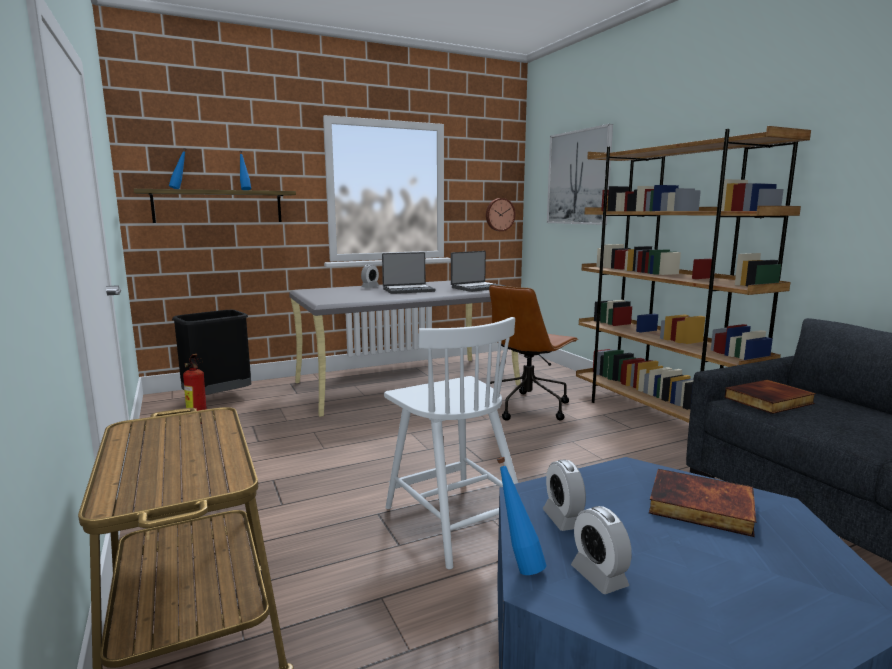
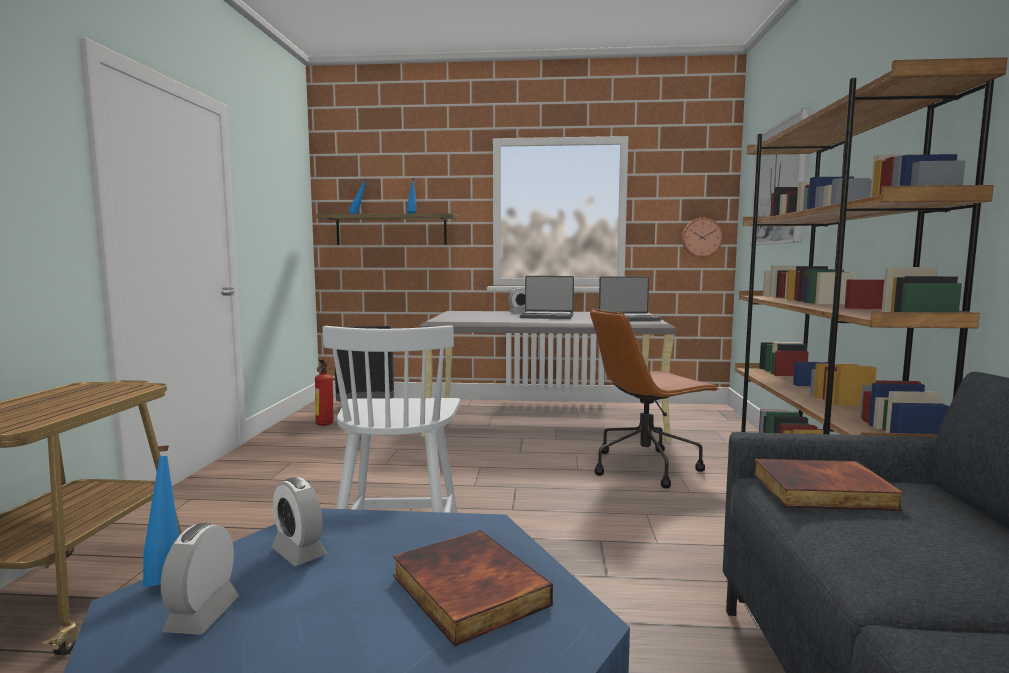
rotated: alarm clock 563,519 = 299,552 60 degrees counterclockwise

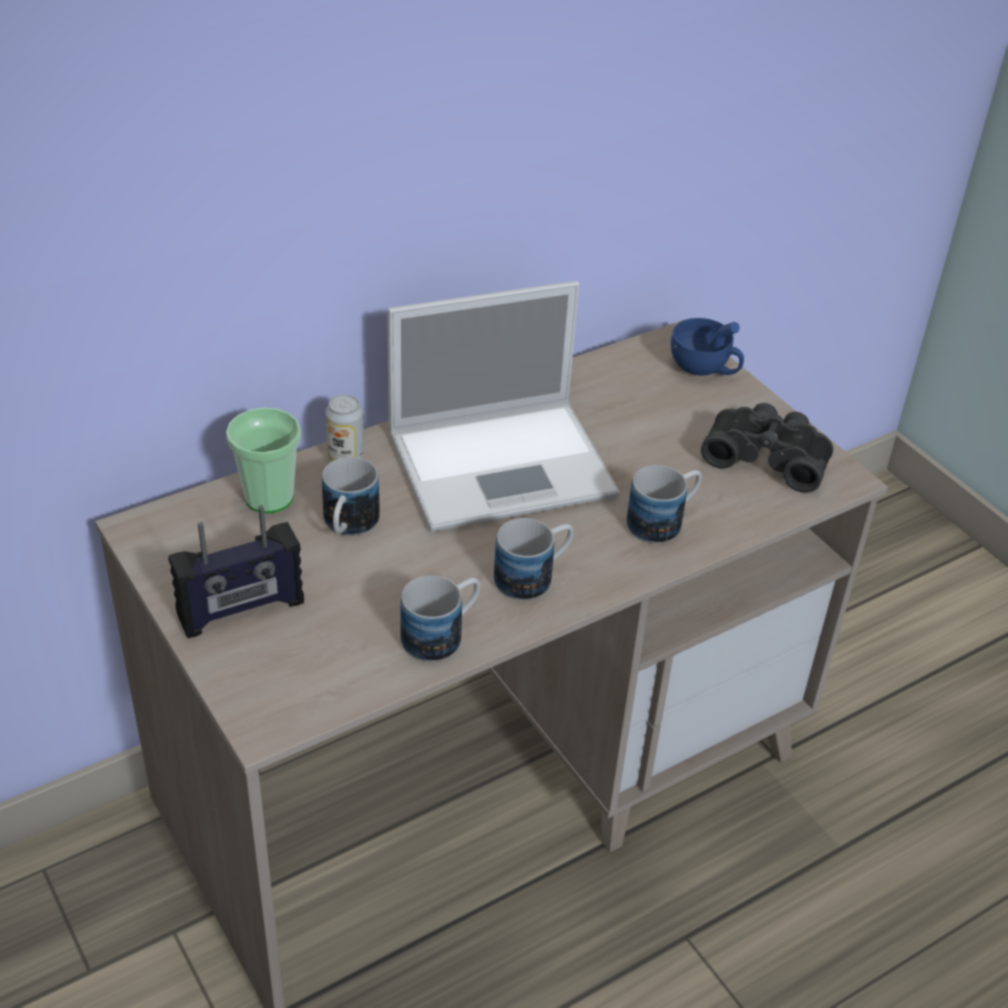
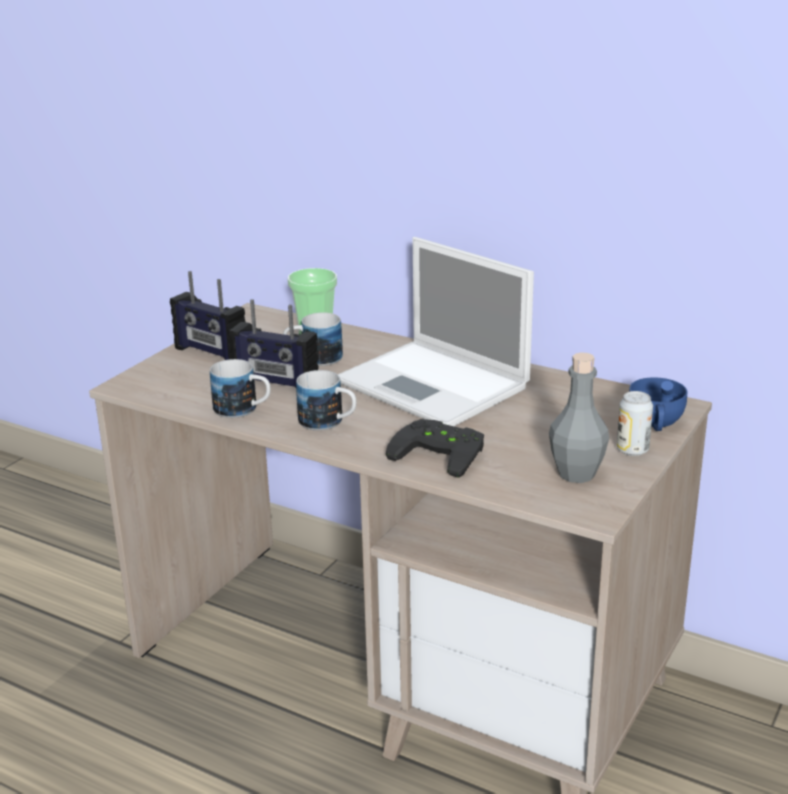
new: radio 275,385
shifted: can 345,457 to 632,450
swapped: mug 663,521 to game controller in black 441,452; binoculars in black 767,456 to bottle in grey 576,474

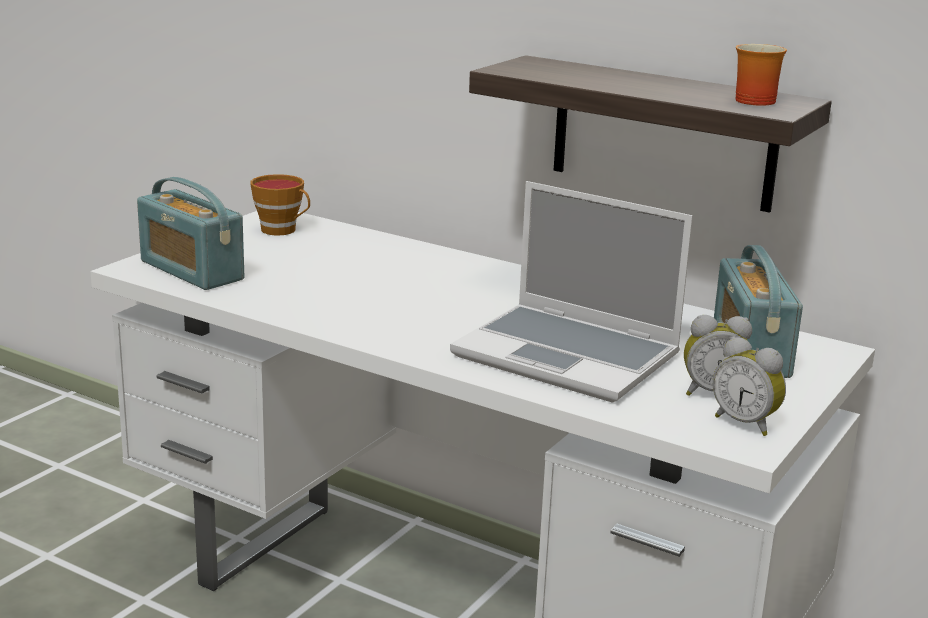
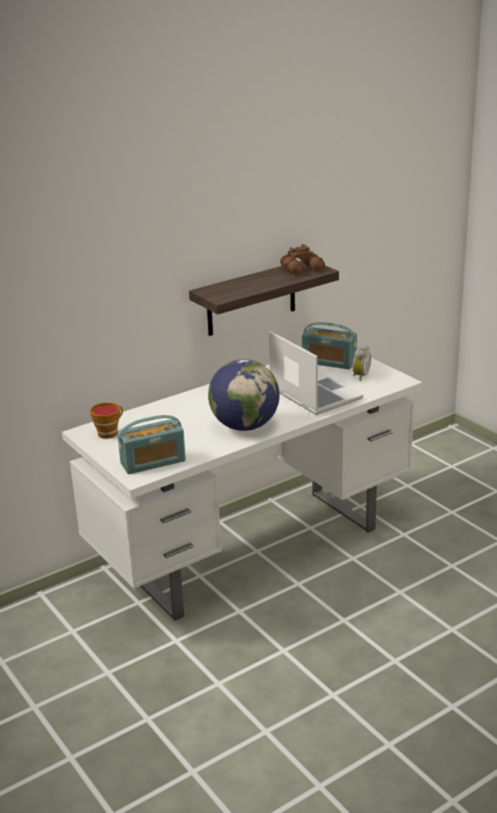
gone: alarm clock 746,423
new: globe 245,426
swapped: mug 750,100 to binoculars in brown 303,269
rotated: laptop 569,356 = 313,394 90 degrees counterclockwise

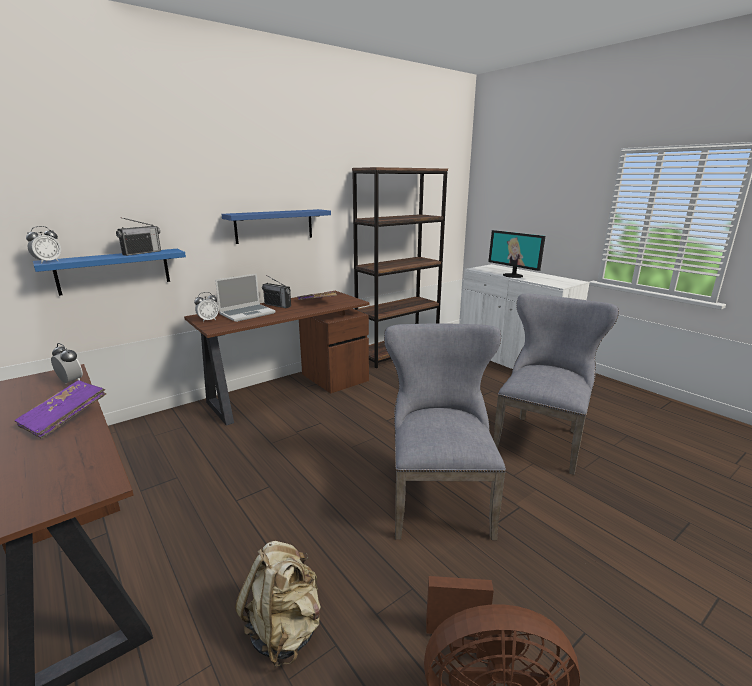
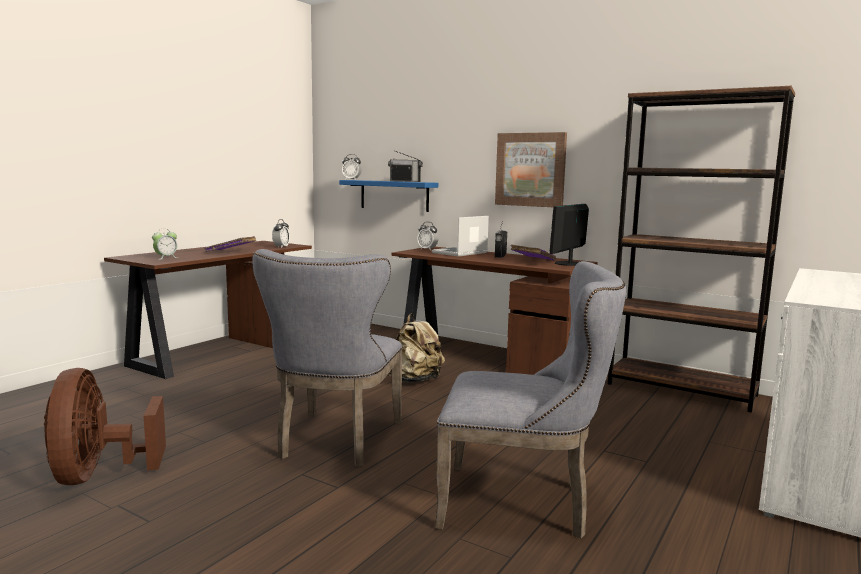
new: alarm clock 166,258
shifted: backpack in beige 285,629 to 415,381; monitor 513,275 to 568,263
swapped: shelf in blue 274,226 to picture 530,169
rotated: laptop 247,313 = 460,253 105 degrees clockwise; chair in grey 437,496 = 336,442 120 degrees clockwise

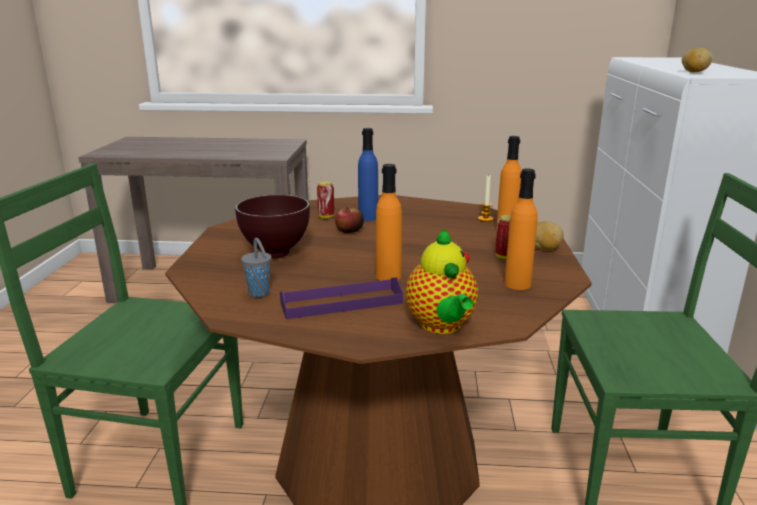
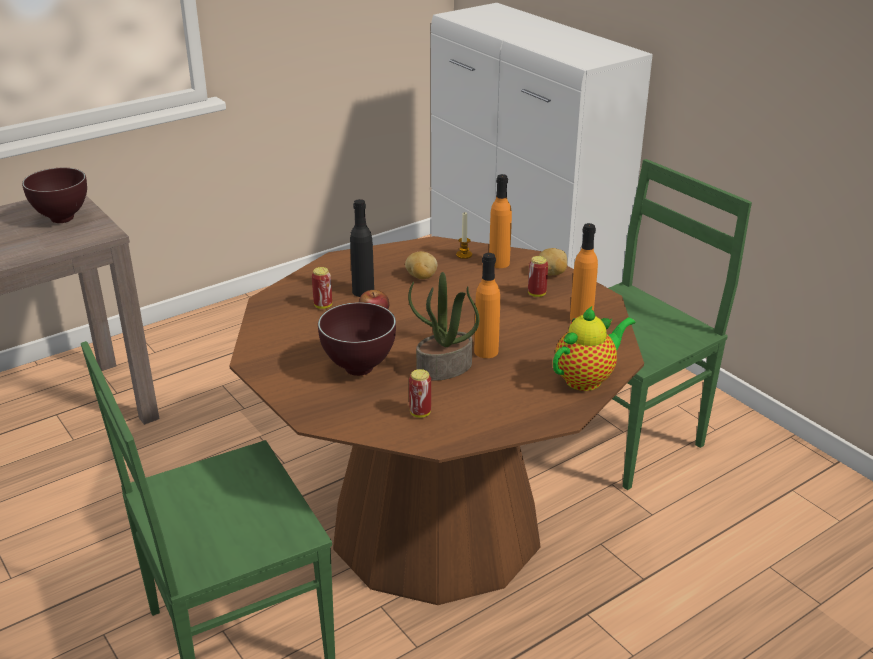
gone: tray in purple 341,303
new: bowl in brown 64,219; potted plant 444,369
shifted: potato 694,72 to 421,277
swapped: cup in grey 259,293 to can 420,413
repainted: bottle in blue 368,217 to bottle in black 363,291
rotated: teapot 442,326 = 587,379 75 degrees counterclockwise

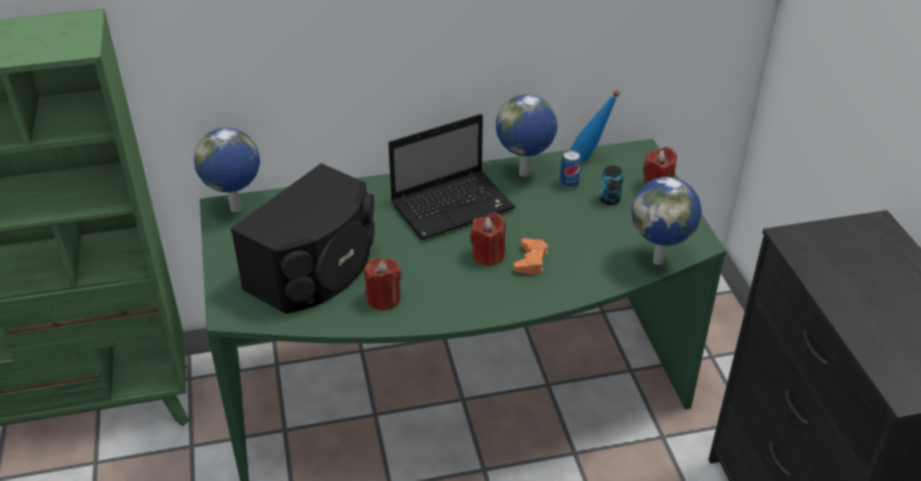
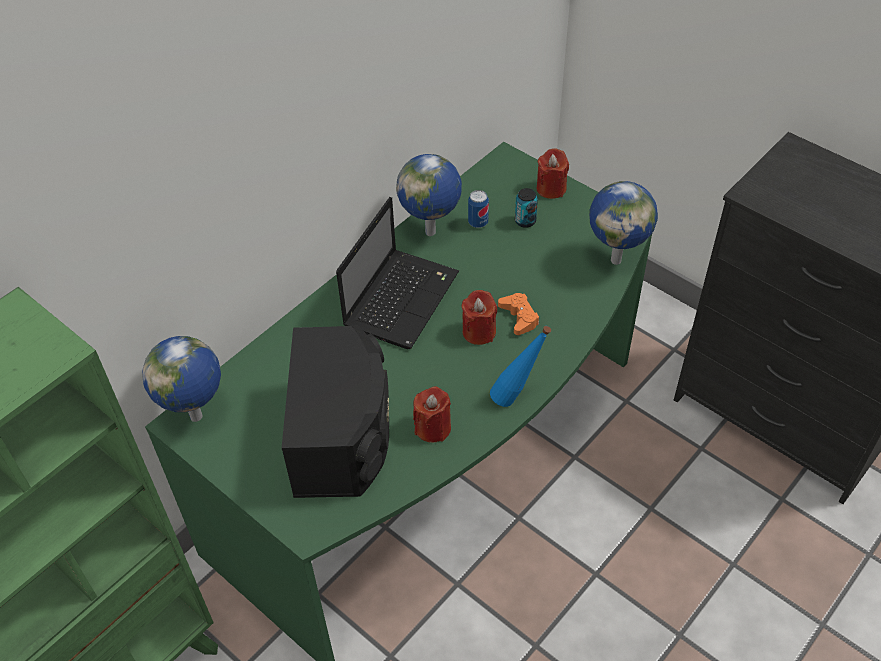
shifted: bottle in blue 591,159 to 517,397

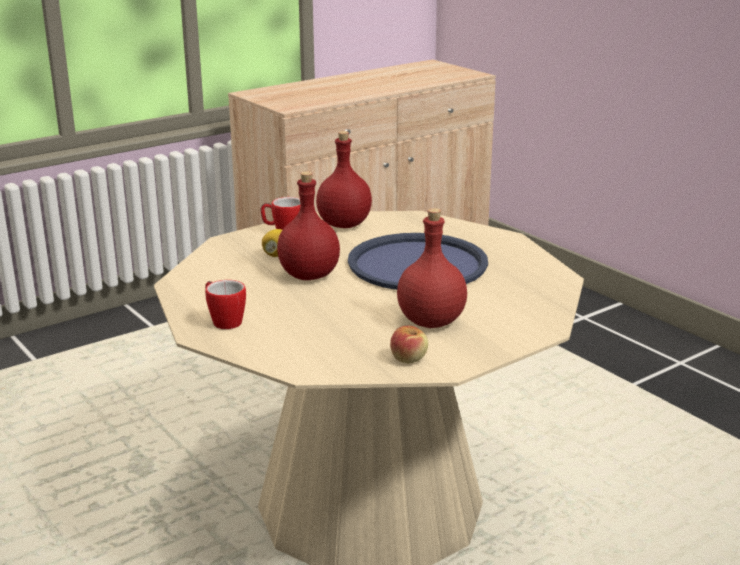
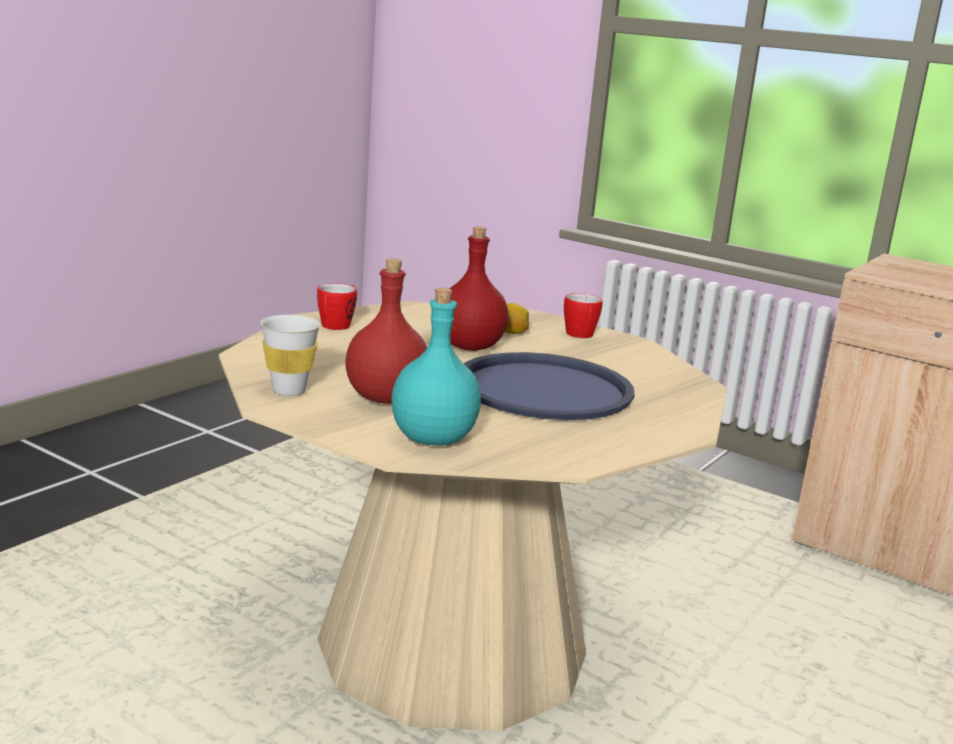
gone: bottle in red 345,225
new: bottle in turquoise 431,438
swapped: apple 409,358 to cup in white 288,391

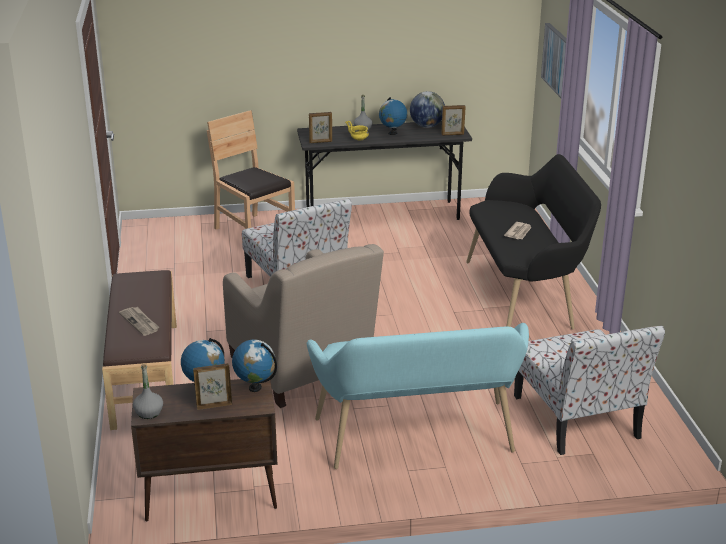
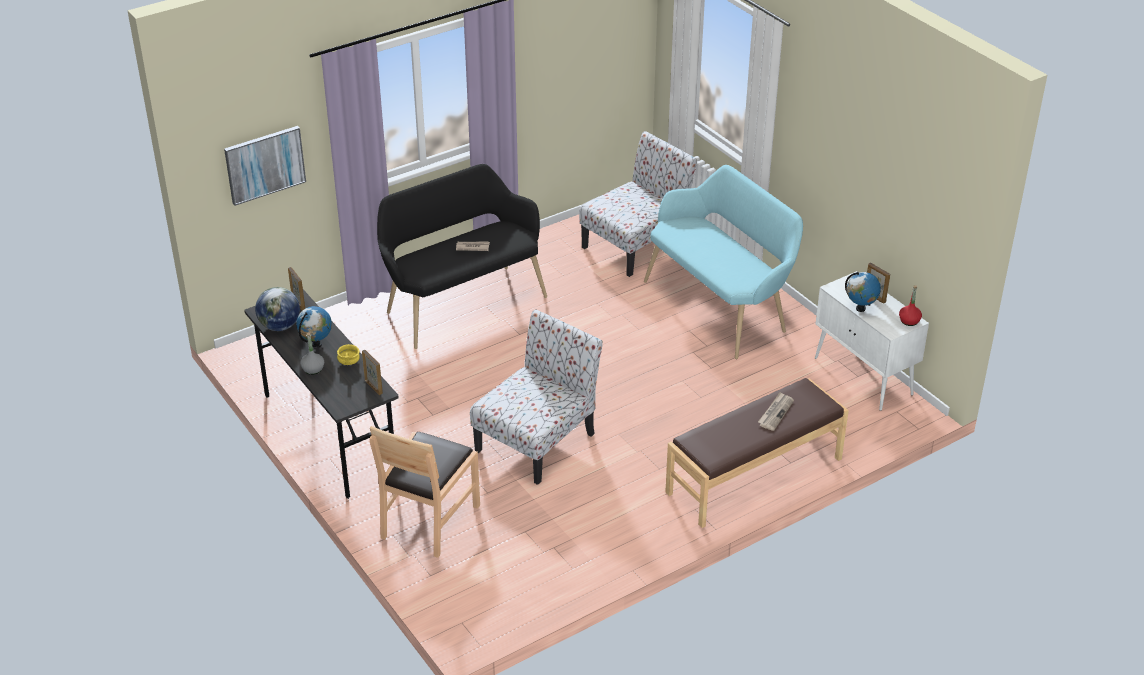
gone: armchair in beige 302,369; globe 255,388
repainted: cabinet in brown 209,497 to cabinet in white 864,377; bottle in grey 148,412 to bottle in red 909,321

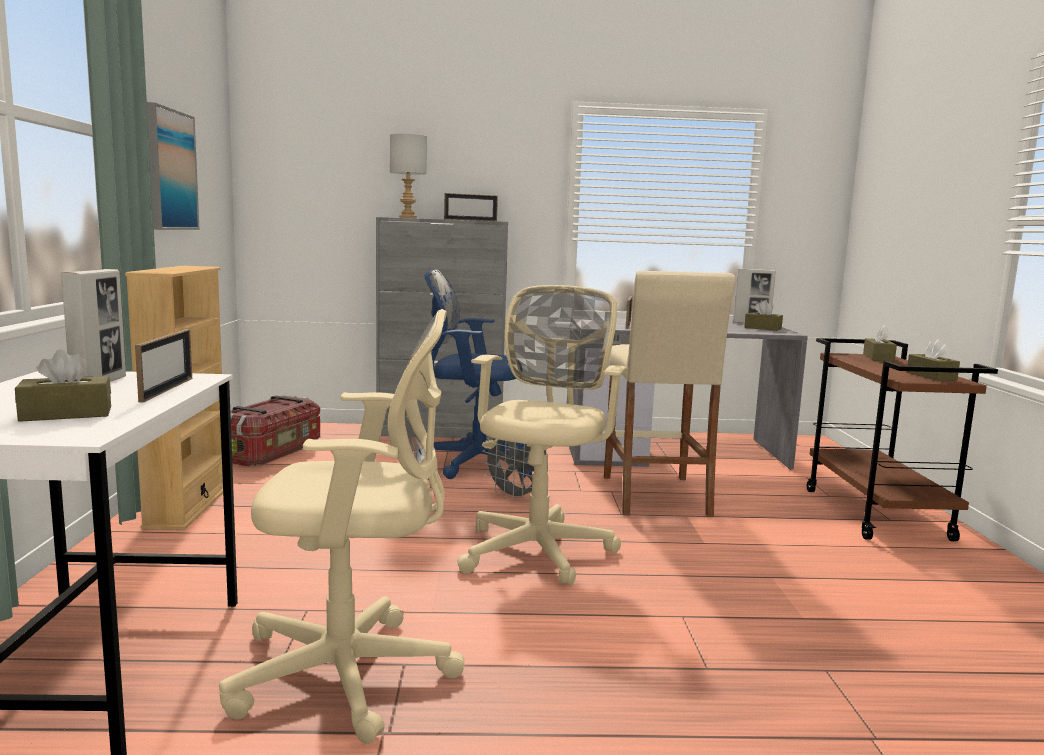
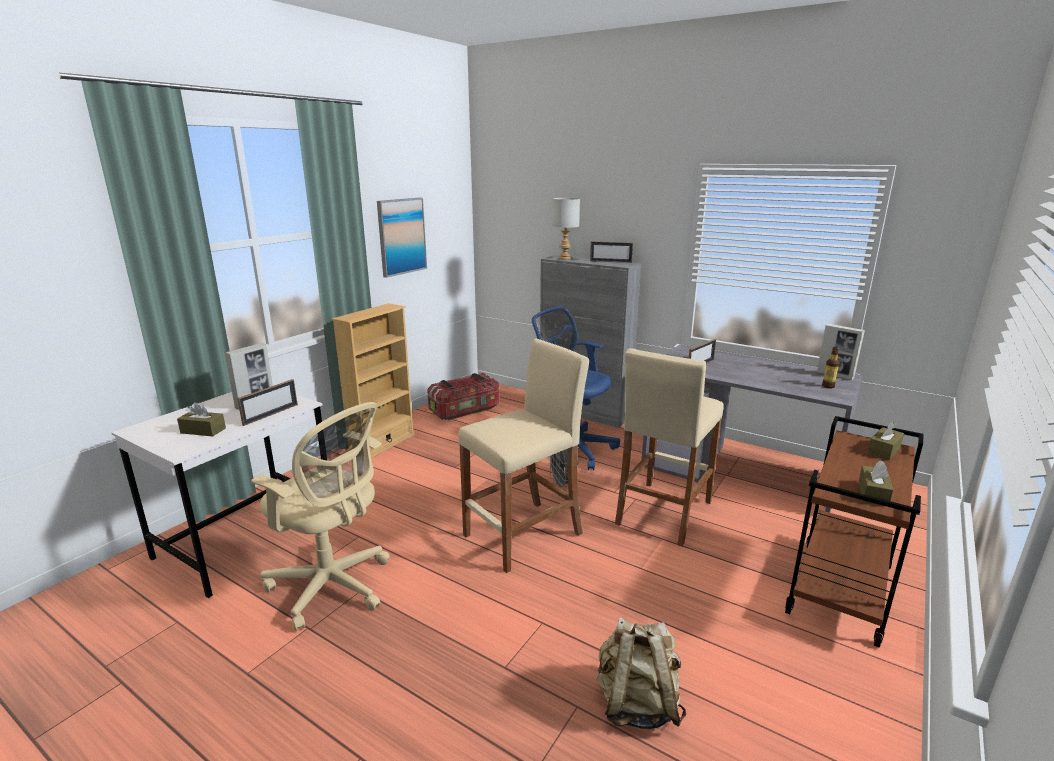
new: backpack in beige 636,703
swapped: office chair in beige 539,548 to stool in beige 524,534; tissue box in brown 762,328 to bottle 828,386

